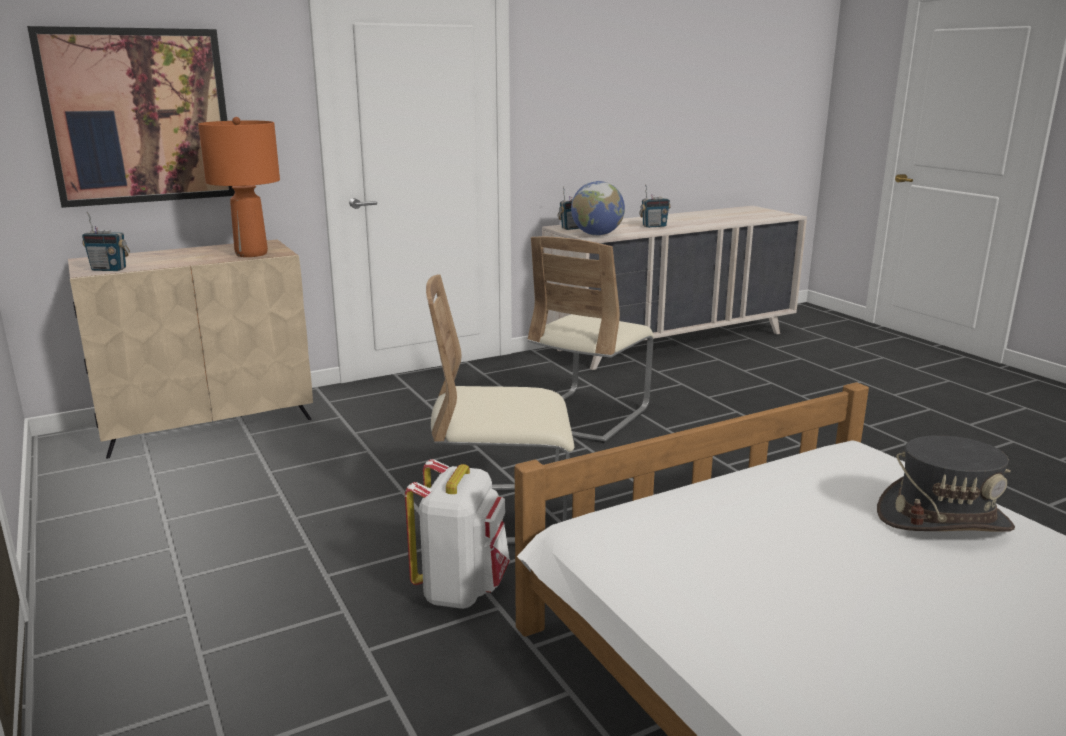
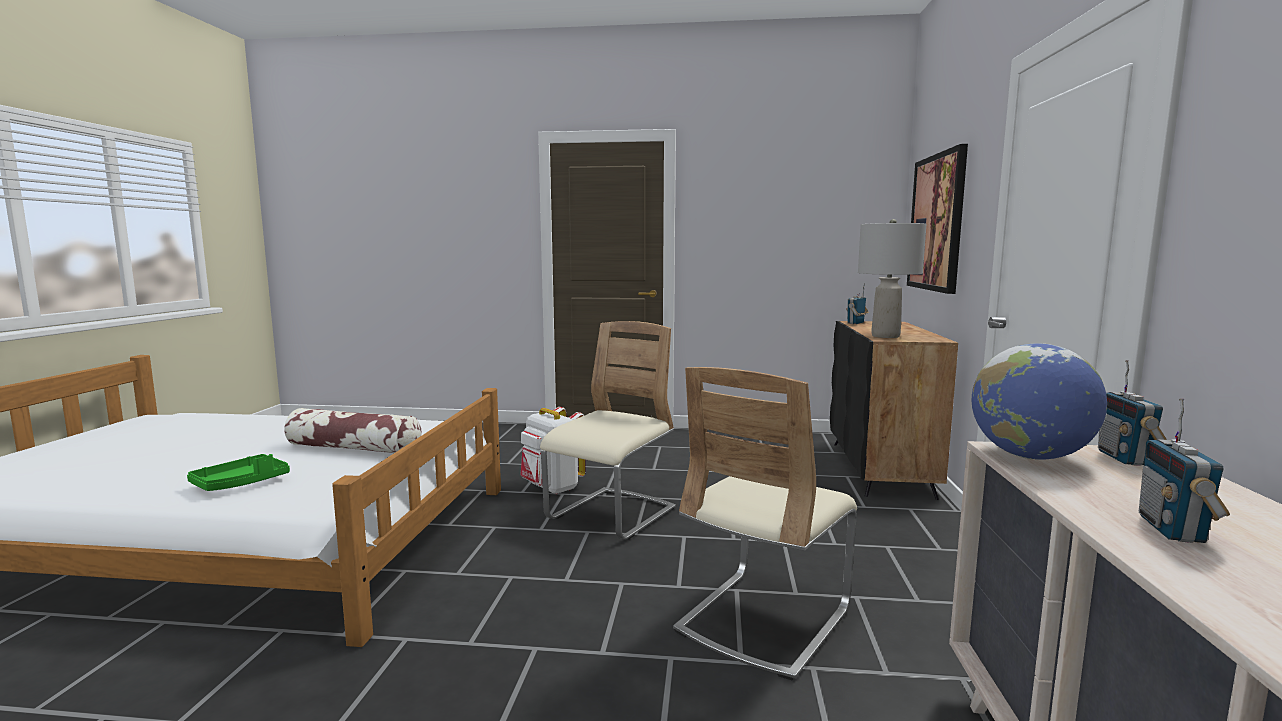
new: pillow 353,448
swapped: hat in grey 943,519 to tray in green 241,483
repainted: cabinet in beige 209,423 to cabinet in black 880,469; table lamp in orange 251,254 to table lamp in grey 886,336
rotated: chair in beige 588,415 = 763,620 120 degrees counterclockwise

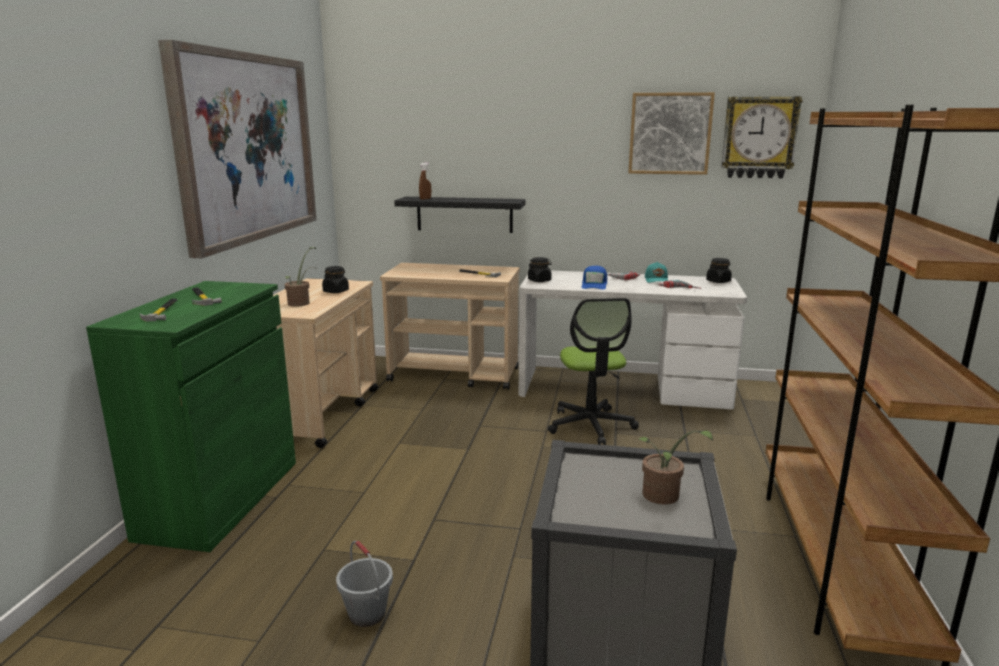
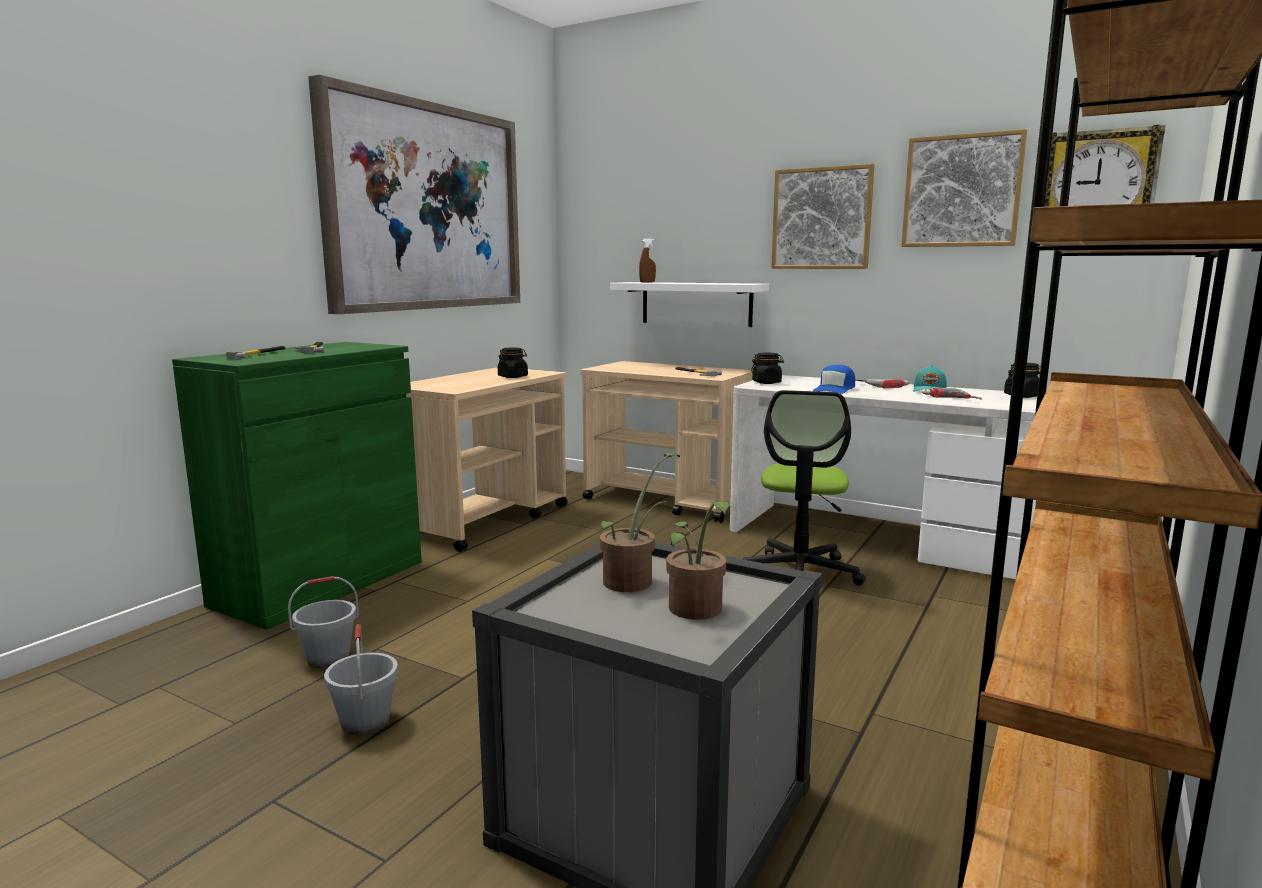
new: bucket in grey 328,658; picture 821,219
shifted: potted plant 301,302 to 634,580
repainted: shelf in black 464,214 to shelf in white 696,303

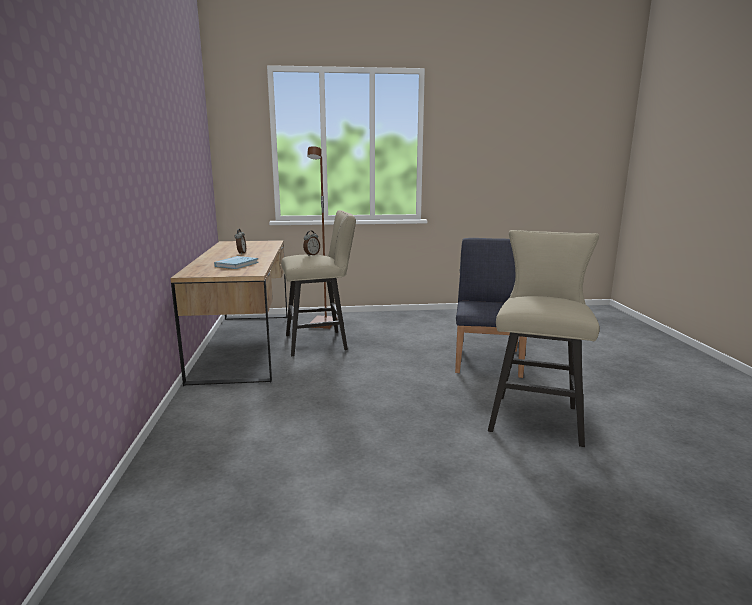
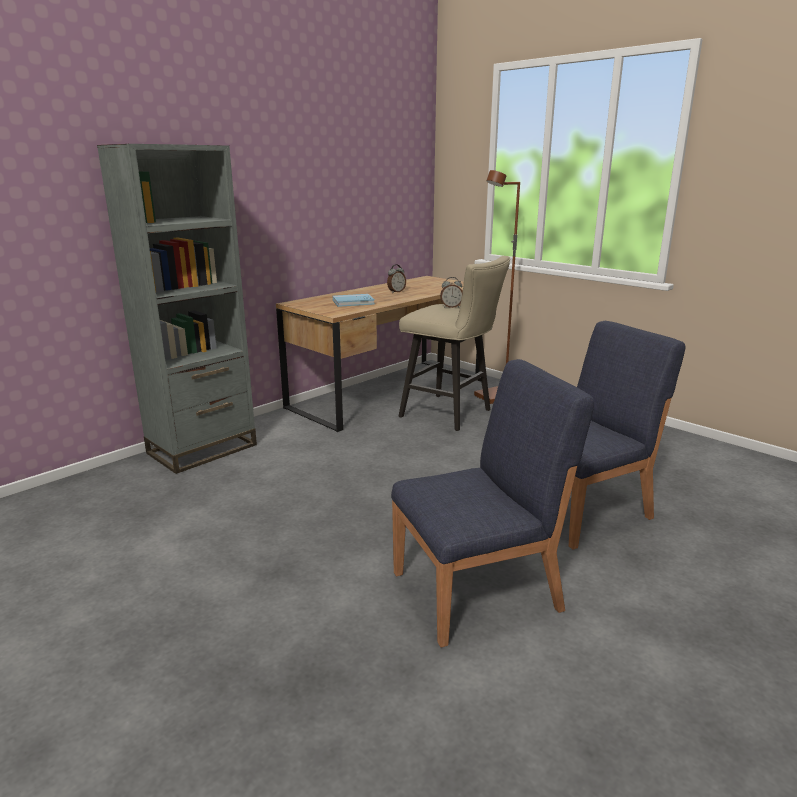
new: bookcase in grey 202,449
swapped: stool in beige 535,416 to chair in blue 478,591

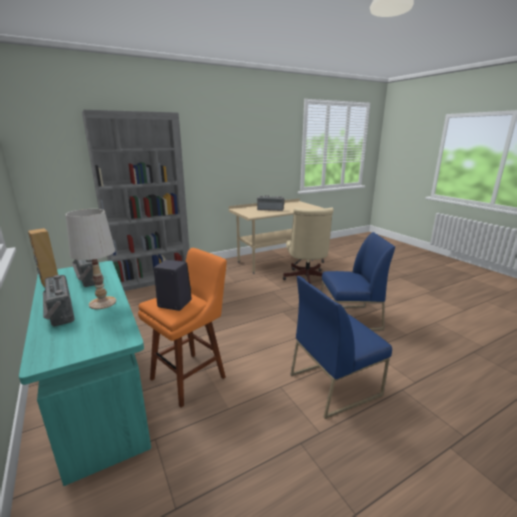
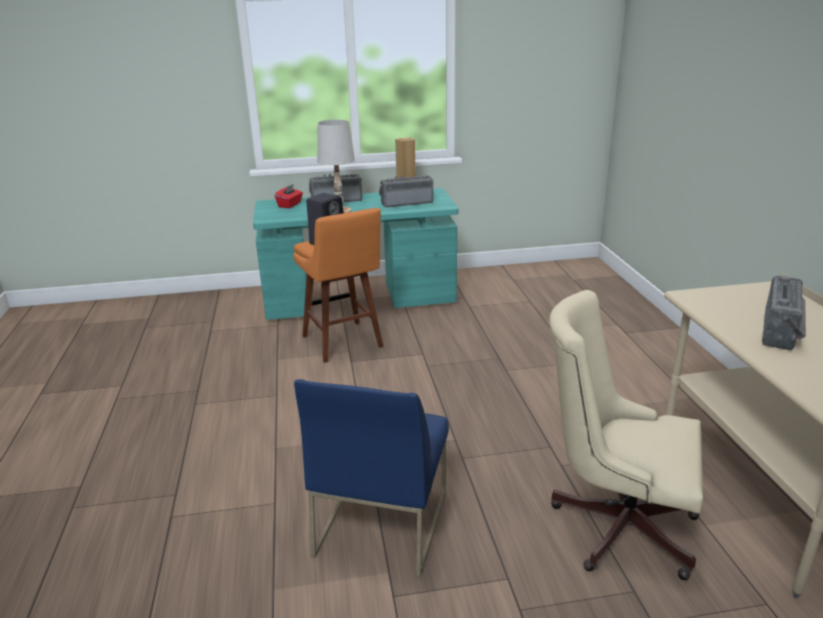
gone: bookcase in grey 152,279; chair in blue 335,384
new: tissue box in red 290,205

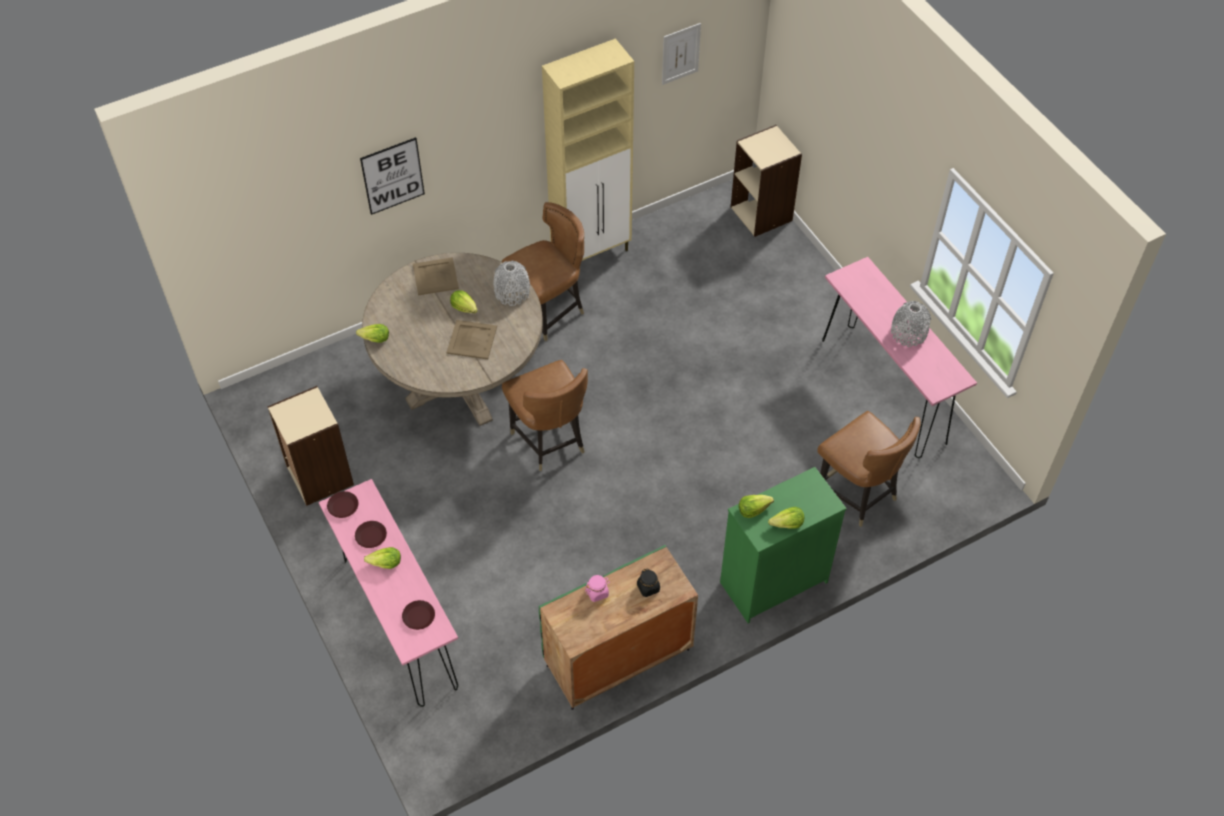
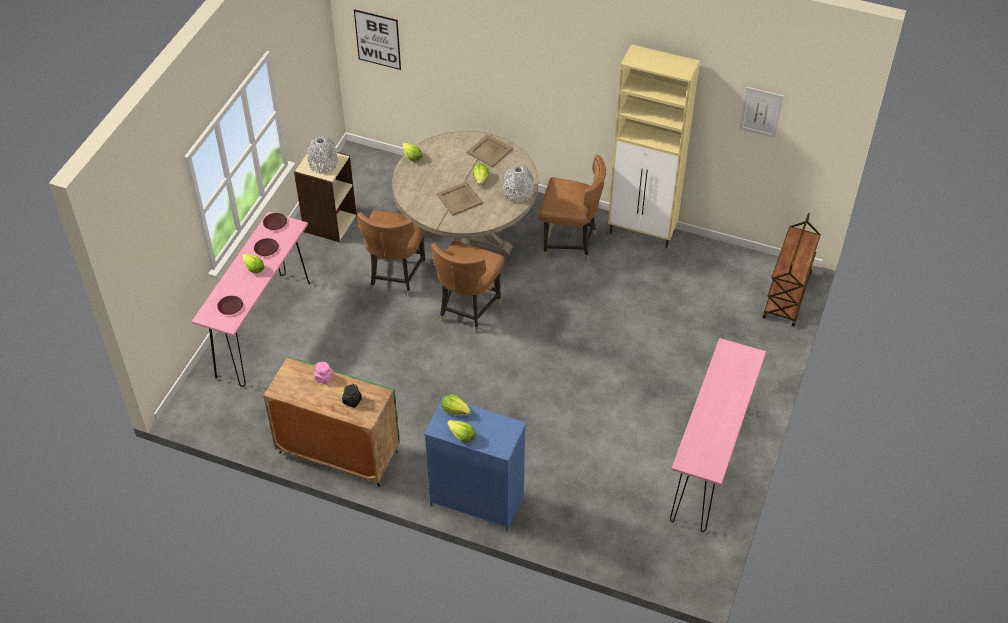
shifted: picture 392,176 to 378,39; chair in brown 857,494 to 395,276; vase in grey 908,333 to 323,164
swapped: bookcase in beige 762,213 to cart in brown 787,297
repainted: dresser in green 773,581 to dresser in blue 477,499

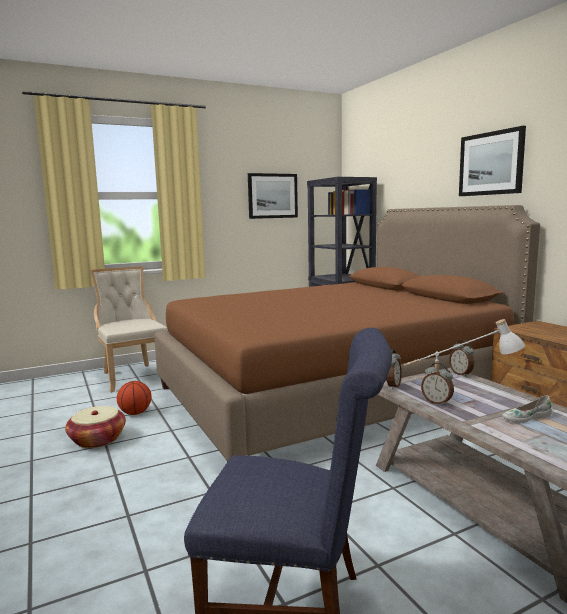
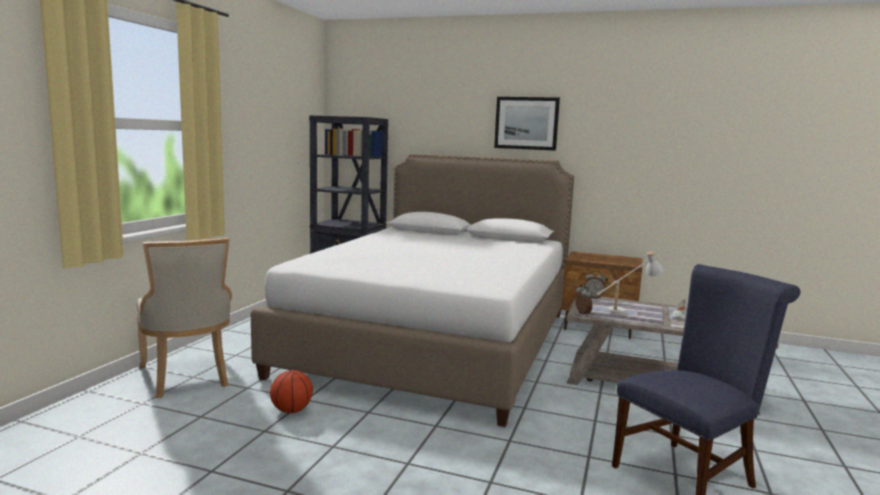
gone: basket 97,440; picture 272,196; alarm clock 437,402
repainted: bed in brown 331,393 to bed in white 435,342
rotated: chair in beige 133,376 = 187,377 135 degrees counterclockwise

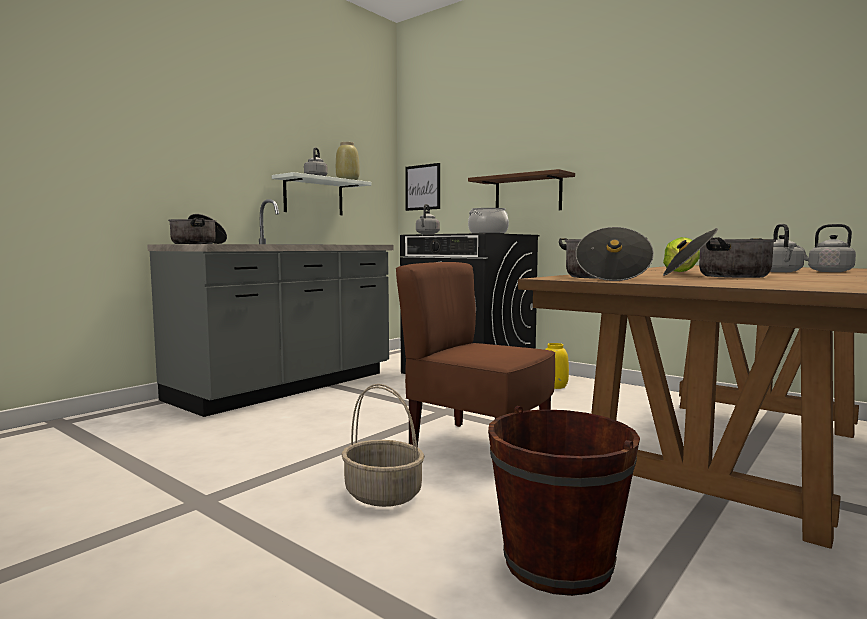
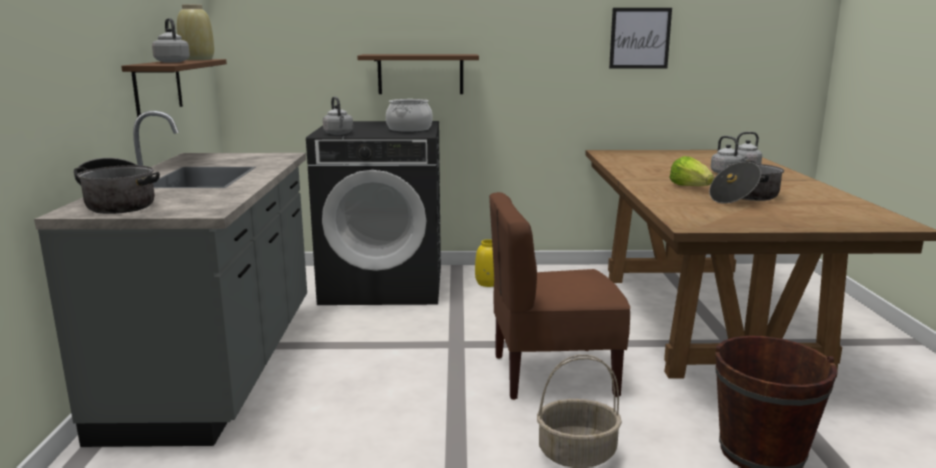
gone: cooking pot 603,278
shifted: picture 422,187 to 640,38
repainted: shelf in white 313,196 to shelf in brown 157,87

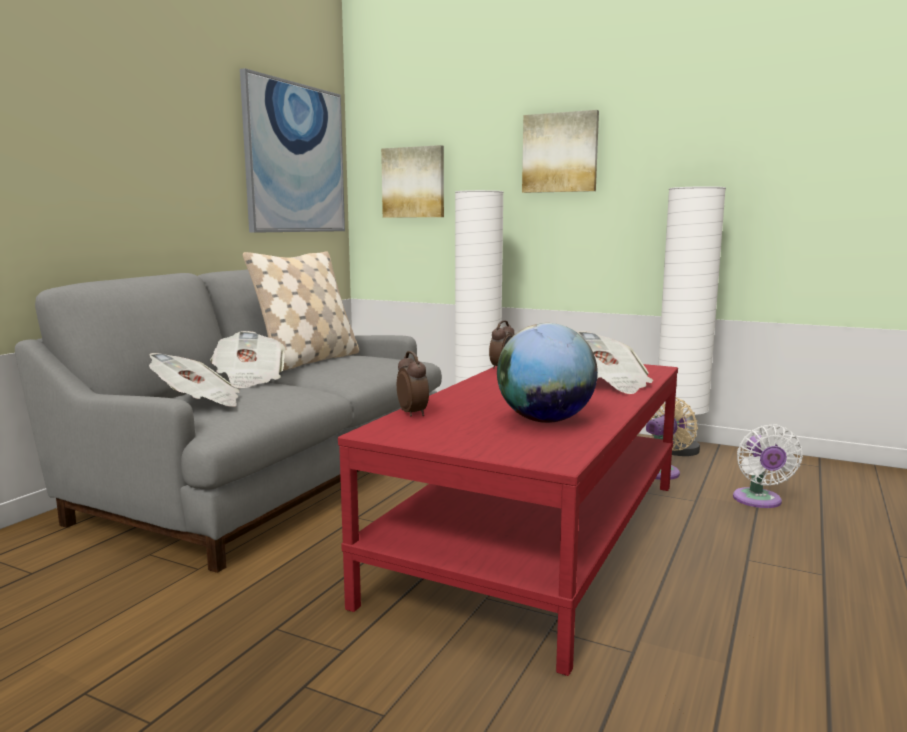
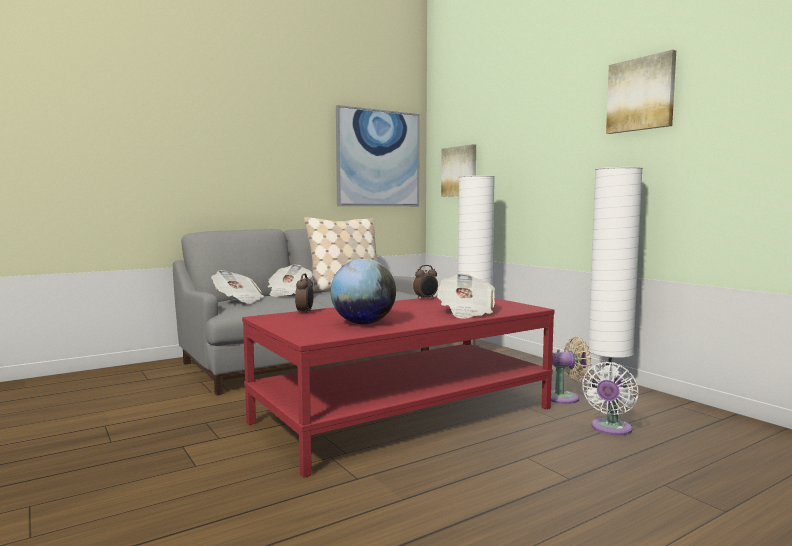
shifted: picture 560,153 to 641,94

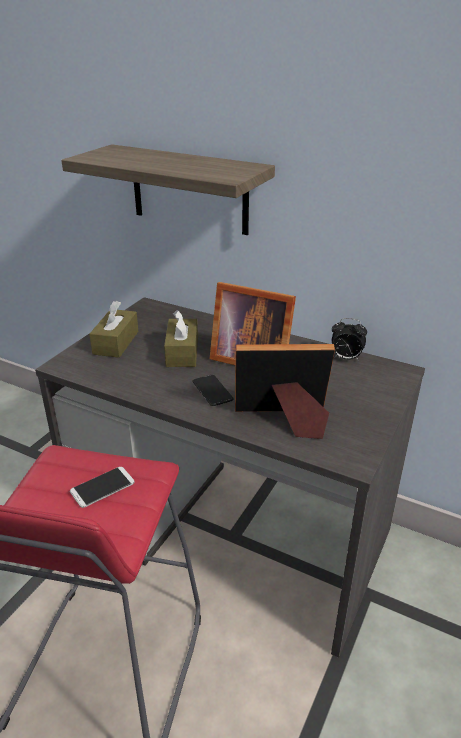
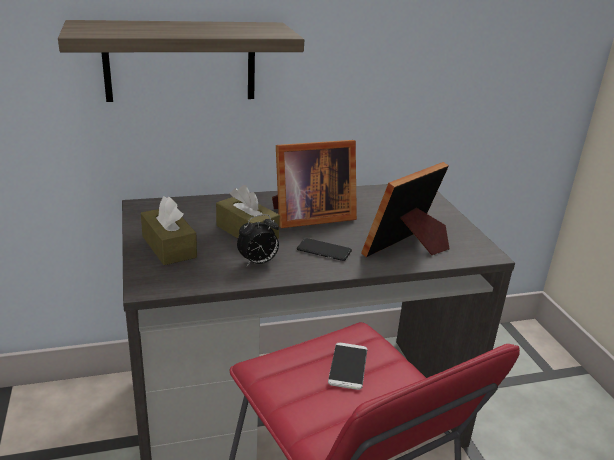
shifted: alarm clock 345,358 to 258,263

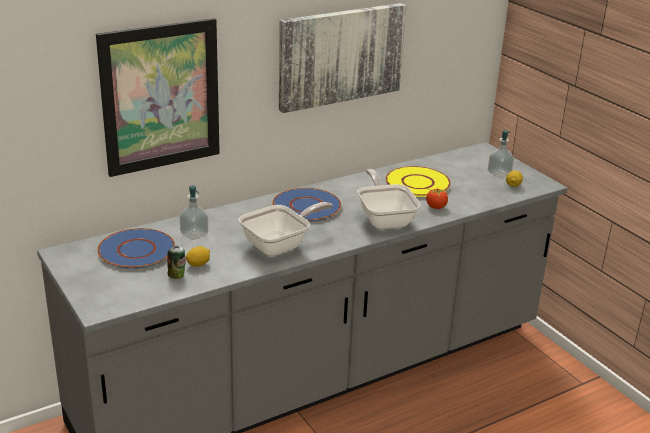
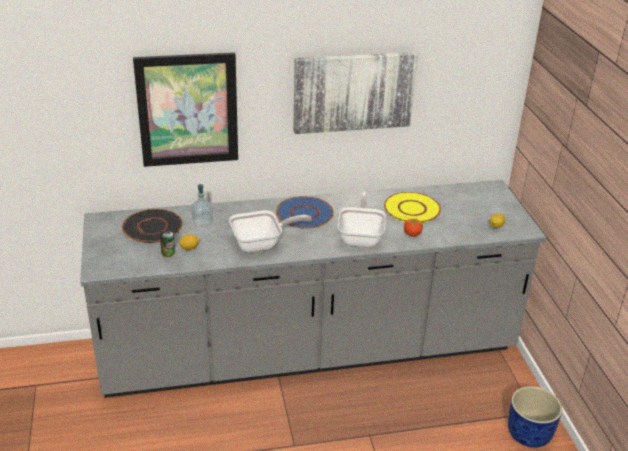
gone: soap dispenser 499,173
new: planter in blue 529,434
repainted: plate in blue 137,250 to plate in black 153,227

